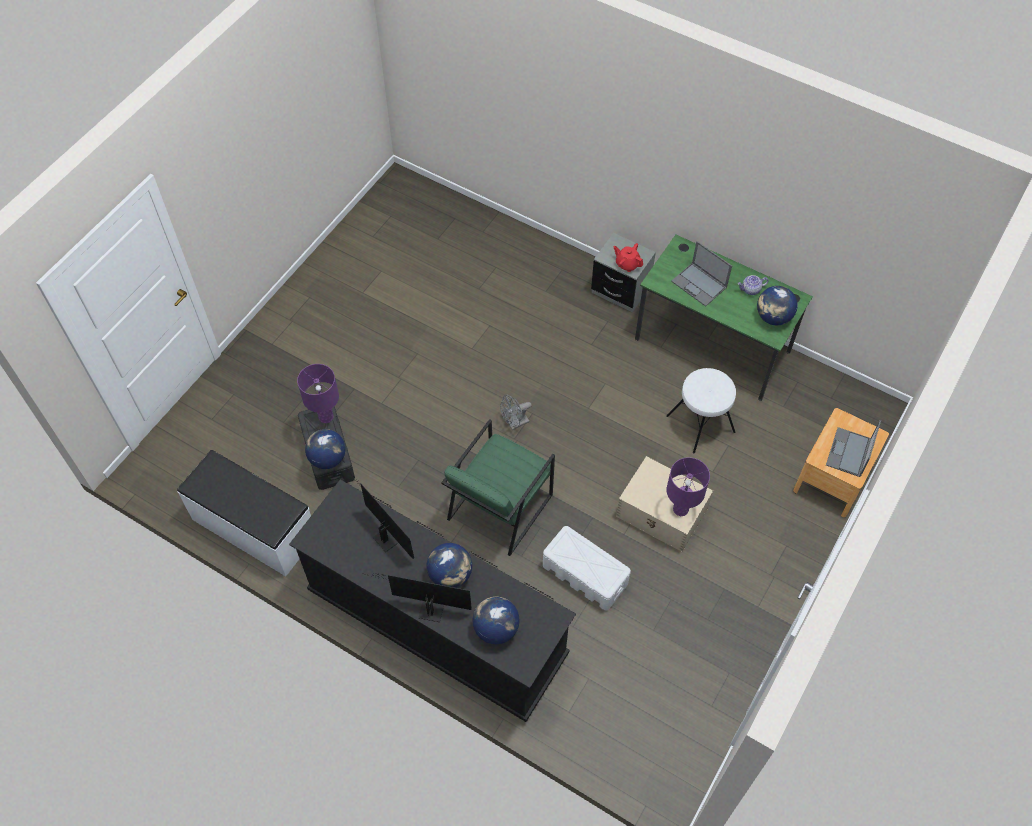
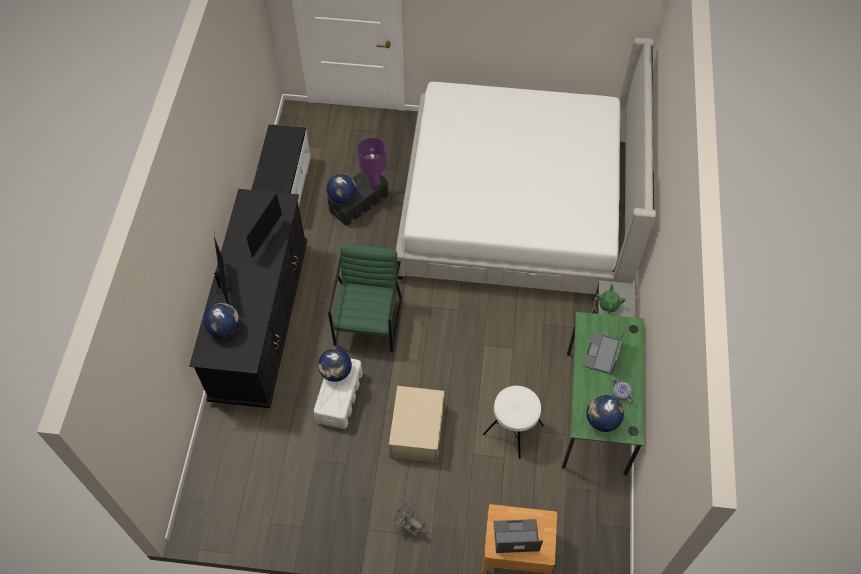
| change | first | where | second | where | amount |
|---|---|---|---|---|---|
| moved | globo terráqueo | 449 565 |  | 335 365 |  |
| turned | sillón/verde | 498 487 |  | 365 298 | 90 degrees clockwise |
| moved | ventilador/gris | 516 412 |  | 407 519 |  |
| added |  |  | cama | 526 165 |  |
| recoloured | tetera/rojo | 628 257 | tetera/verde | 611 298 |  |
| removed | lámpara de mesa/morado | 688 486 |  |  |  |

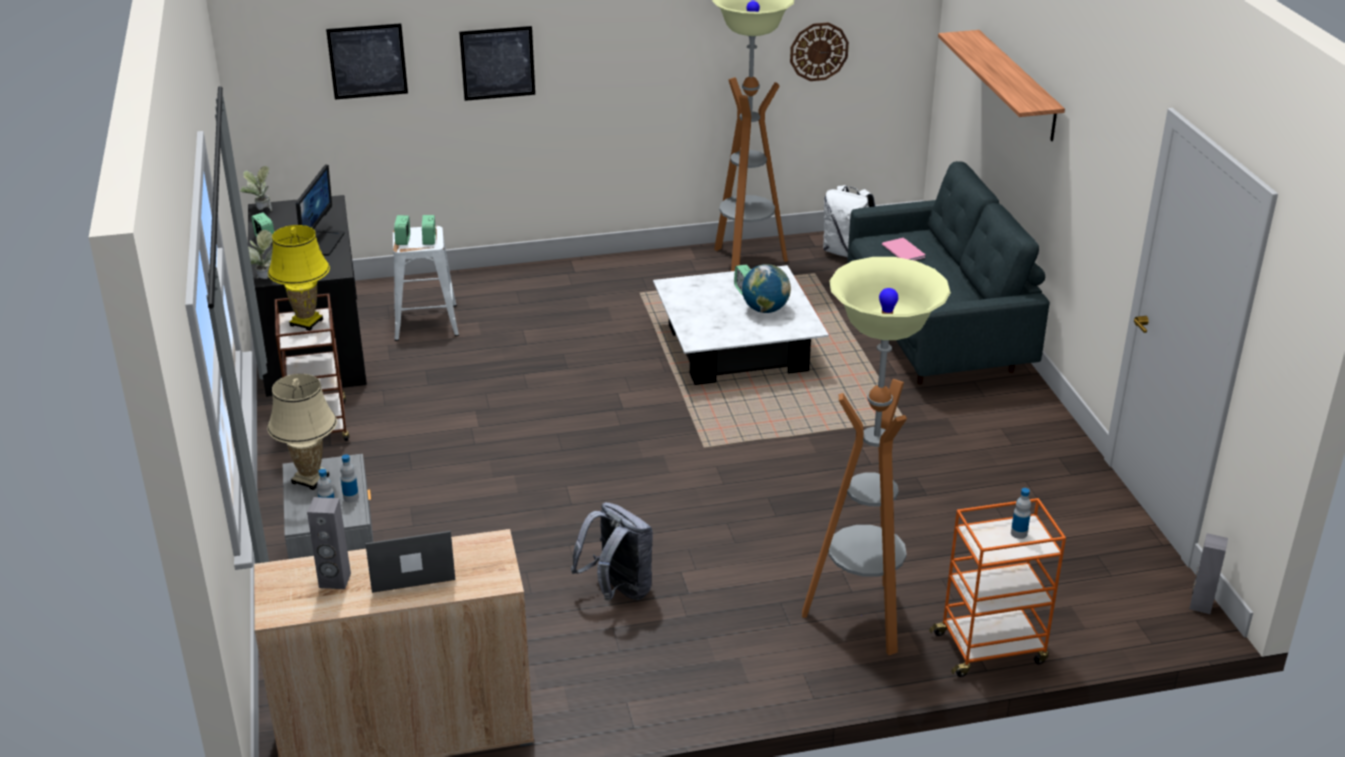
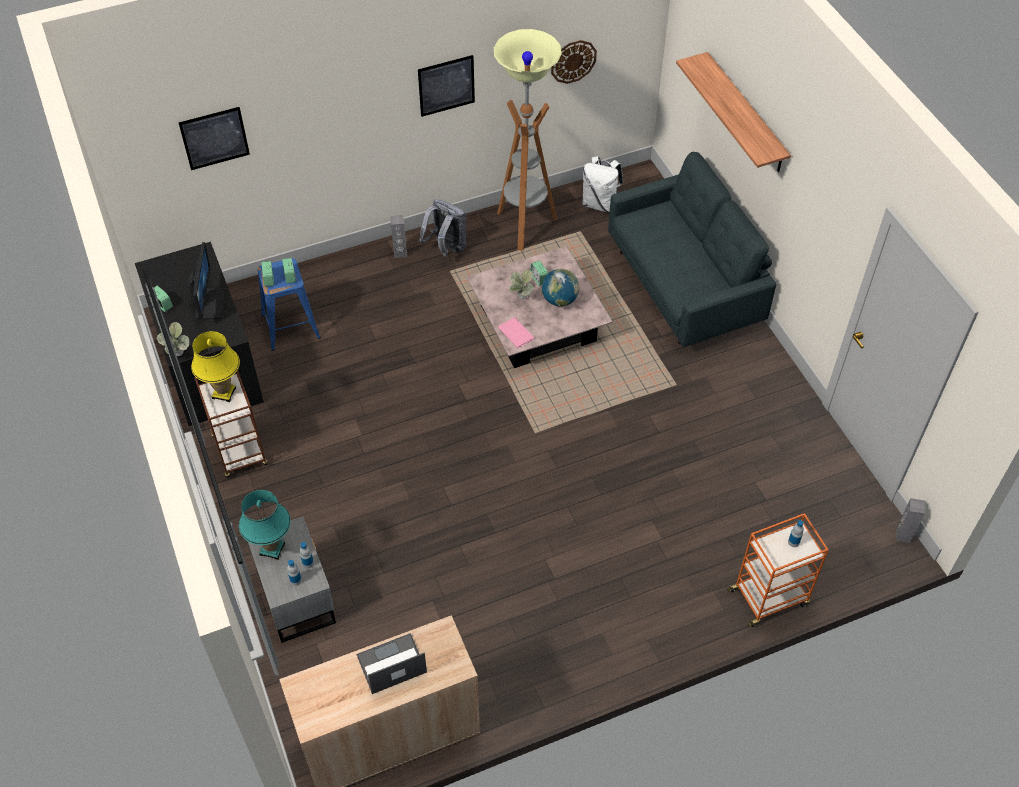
| change | first | where | second | where | amount |
|---|---|---|---|---|---|
| recoloured | lámpara de mesa/beis | 302 432 | lámpara de mesa/turquesa | 265 525 |  |
| recoloured | taburete/blanco | 426 283 | taburete/azul | 289 304 |  |
| moved | altavoz/gris | 329 543 |  | 398 236 |  |
| moved | cuadro | 497 63 |  | 446 86 |  |
| moved | mochila/gris | 612 551 |  | 442 228 |  |
| recoloured | mesa de centro/blanco | 741 325 | mesa de centro/rosa | 540 307 |  |
| moved | libro/rosa | 903 249 |  | 516 332 |  |
| moved | planta en maceta | 256 188 |  | 521 284 |  |
| removed | lámpara de pie | 876 456 |  |  |  |

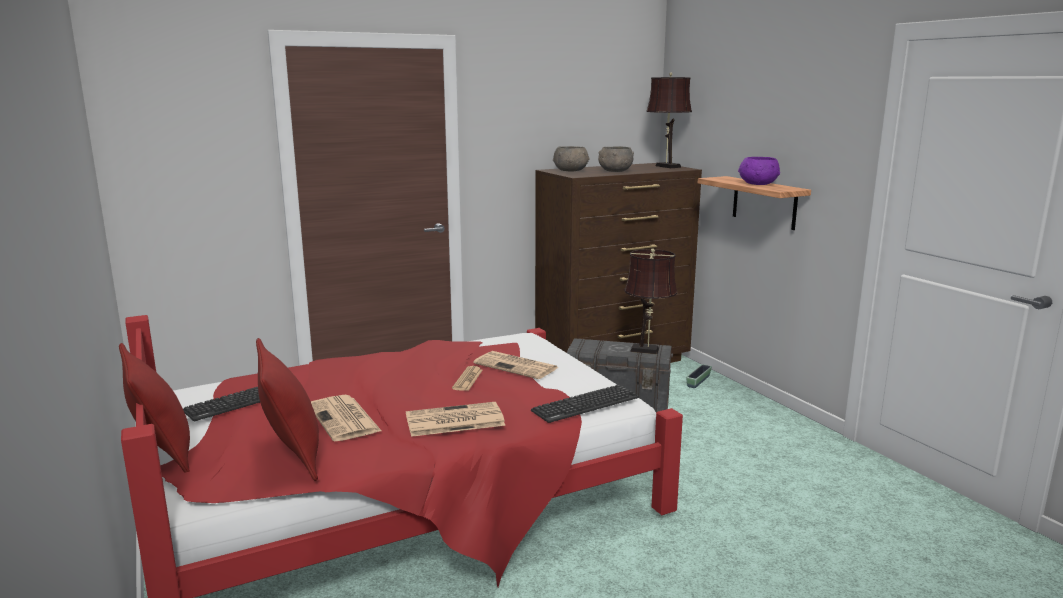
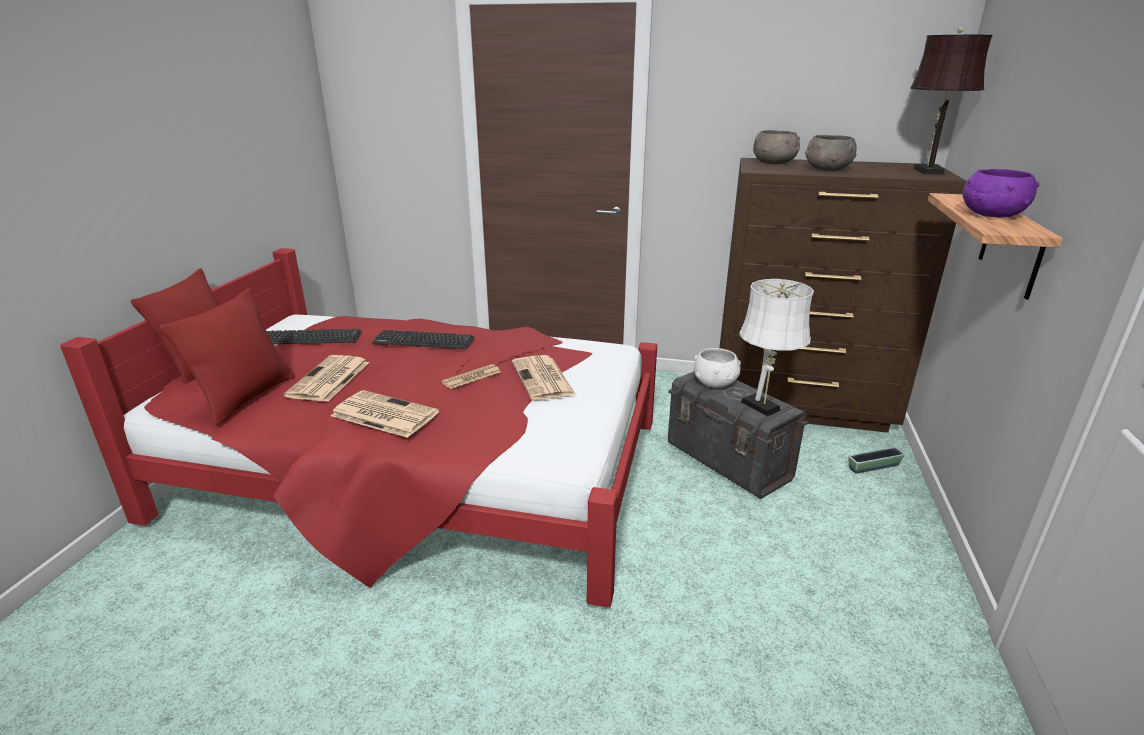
| change | first | where | second | where | amount |
|---|---|---|---|---|---|
| moved | teclado | 585 404 |  | 423 339 |  |
| added |  |  | cuenco/blanco | 717 368 |  |
| recoloured | lámpara de mesa/marrón | 651 301 | lámpara de mesa/blanco | 776 347 |  |

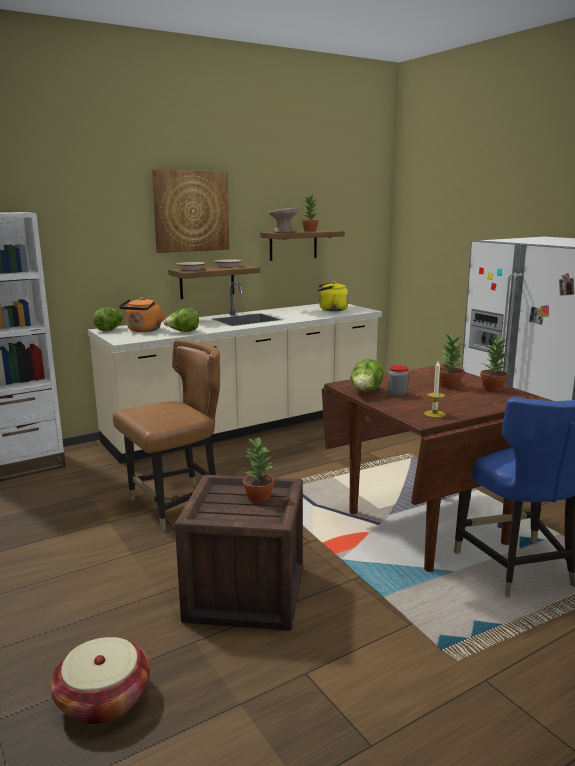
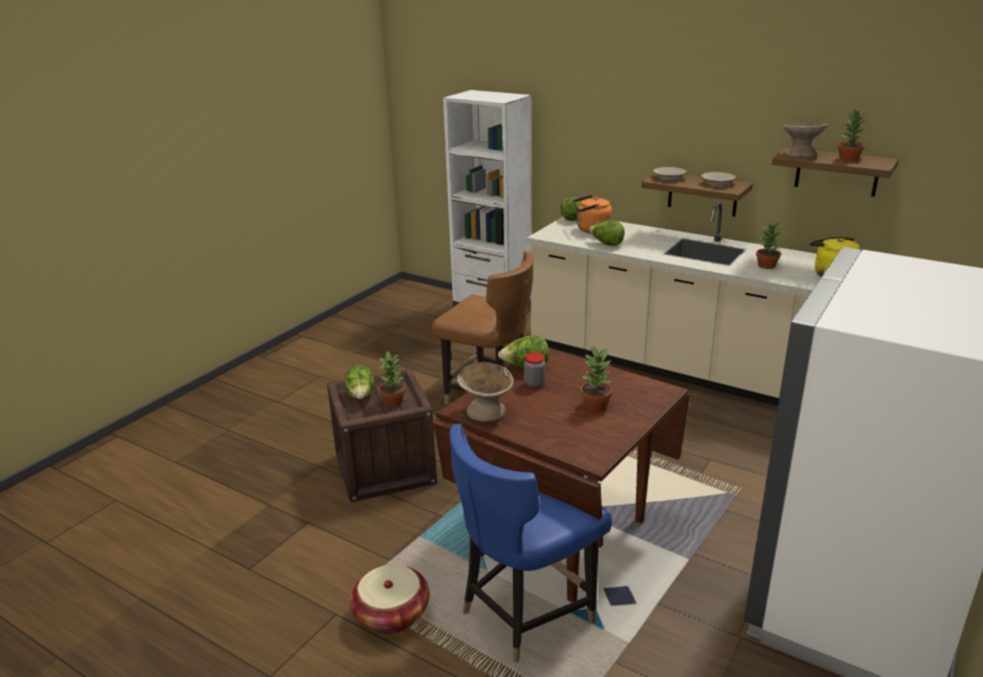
| change | first | where | second | where | amount |
|---|---|---|---|---|---|
| added |  |  | lechuga | 359 382 |  |
| moved | cesta | 100 681 |  | 390 599 |  |
| replaced | vela | 434 389 | cuenco/beis | 485 392 |  |
| moved | planta en maceta | 494 363 |  | 769 244 |  |
| removed | cuadro | 190 211 |  |  |  |

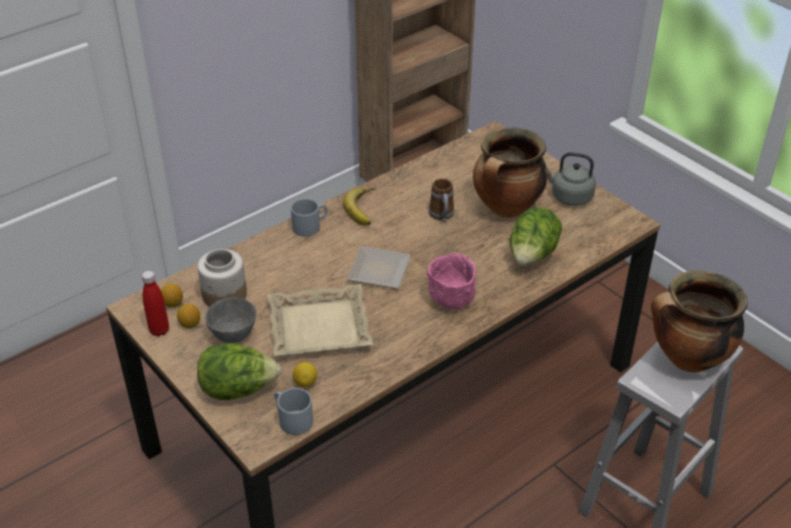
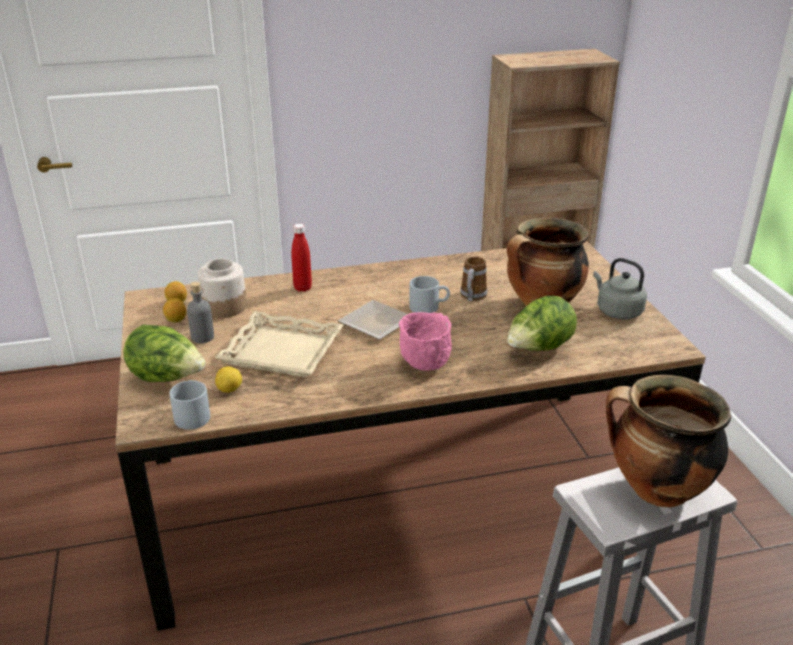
| change | first | where | second | where | amount |
|---|---|---|---|---|---|
| replaced | cuenco/gris | 231 320 | botella/gris | 200 312 |  |
| moved | botella/rojo | 155 303 |  | 301 258 |  |
| moved | taza grande/gris | 309 218 |  | 429 294 |  |
| removed | plátano | 359 207 |  |  |  |

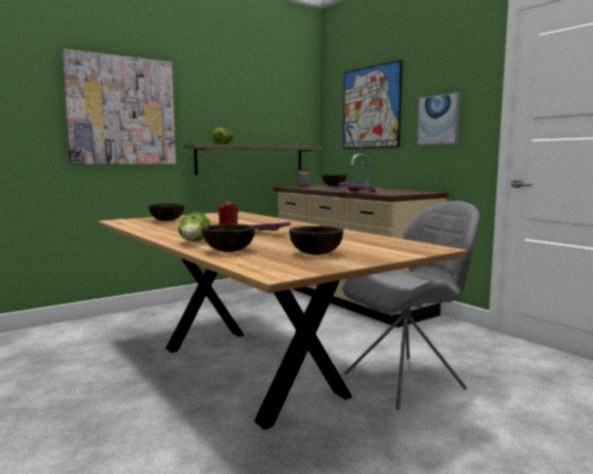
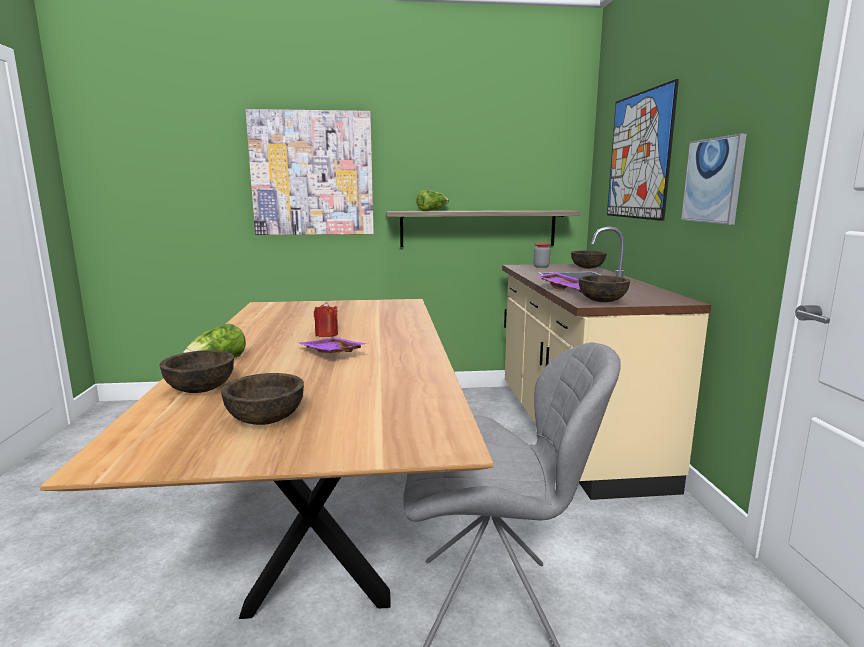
| change | first | where | second | where | amount |
|---|---|---|---|---|---|
| moved | cuenco/marrón | 166 212 |  | 604 288 |  |

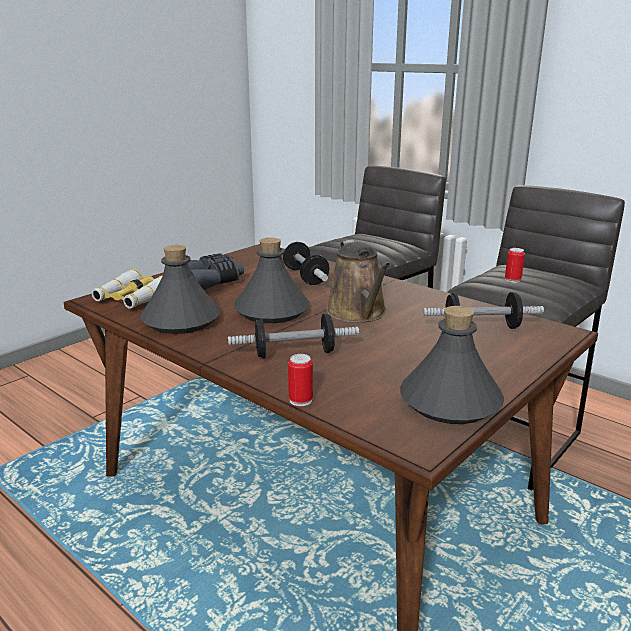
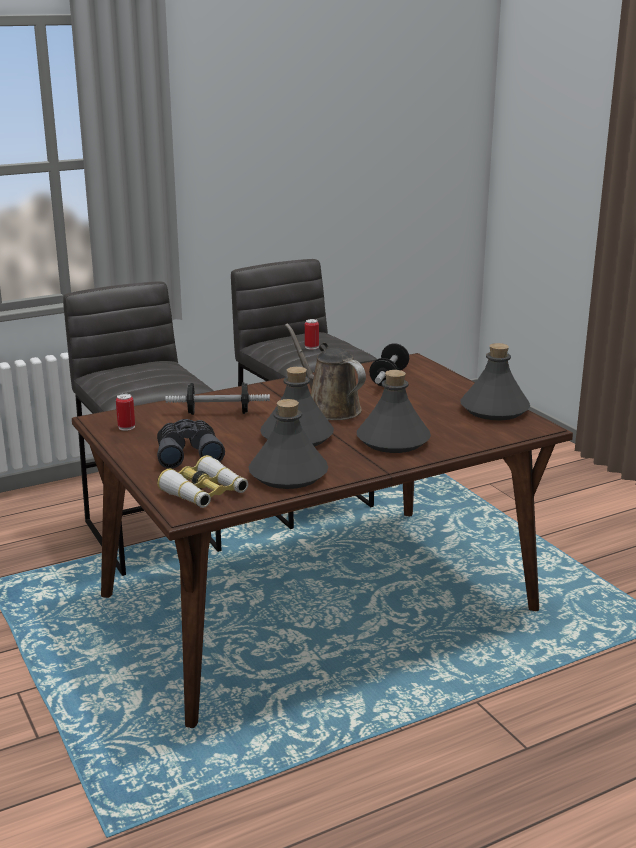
| change | first | where | second | where | amount |
|---|---|---|---|---|---|
| moved | lata | 300 380 |  | 125 412 |  |
| turned | regadera/marrón | 358 281 |  | 325 371 | 135 degrees counterclockwise |
| replaced | mancuerna | 293 336 | botella/gris | 394 411 |  |

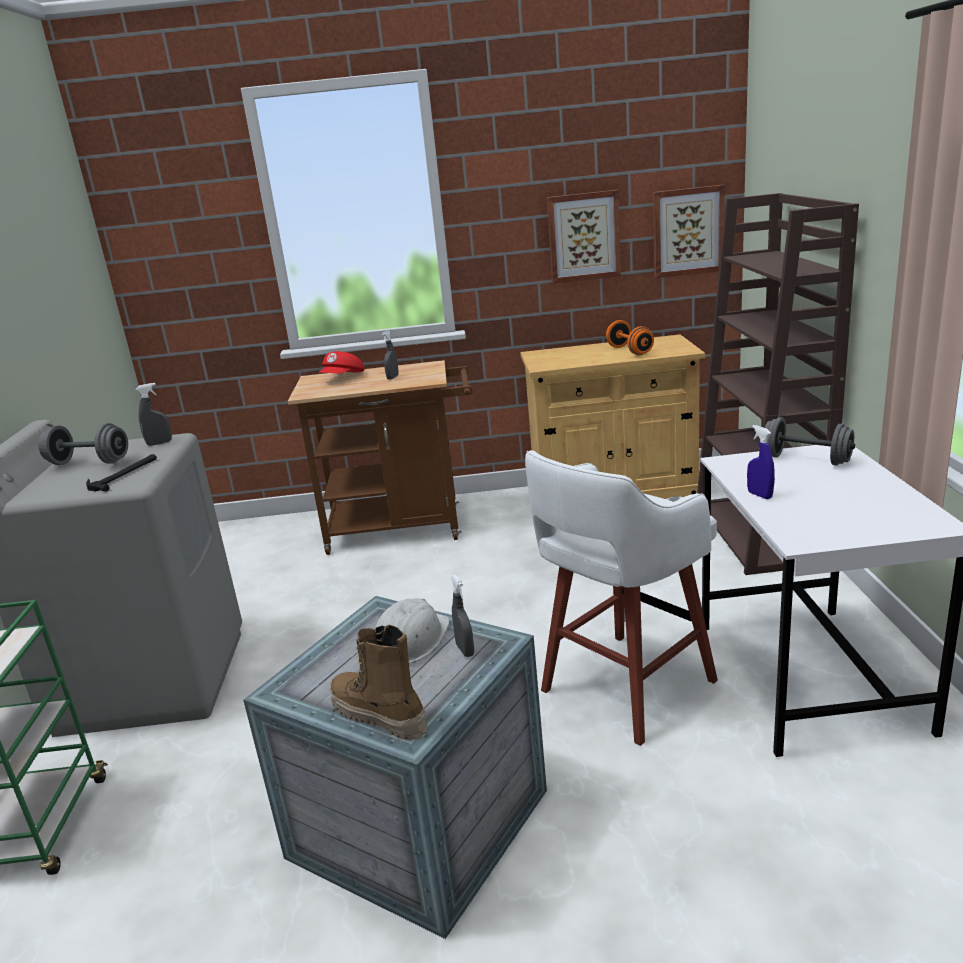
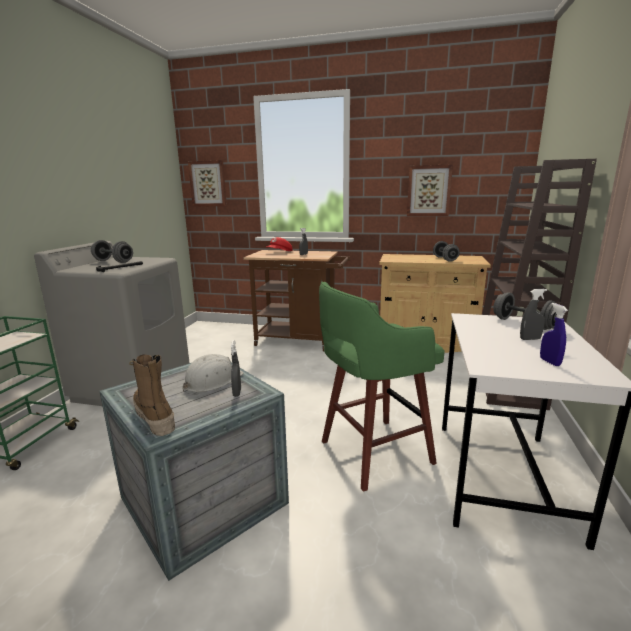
| change | first | where | second | where | amount |
|---|---|---|---|---|---|
| moved | cuadro | 689 231 |  | 207 183 |  |
| recoloured | taburete/blanco | 621 598 | taburete/verde | 382 387 |  |
| recoloured | mancuerna/naranja | 630 337 | mancuerna/gris | 446 251 |  |
| moved | pulverizador/gris | 154 414 |  | 533 314 |  |
| moved | pulverizador/azul | 761 462 |  | 554 334 |  |

